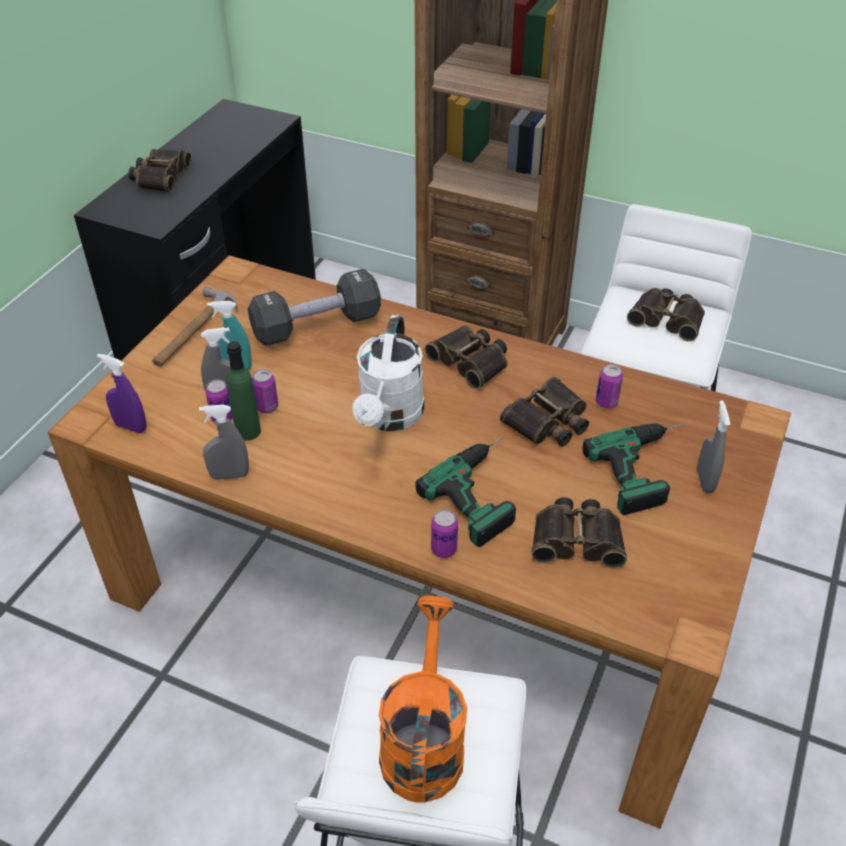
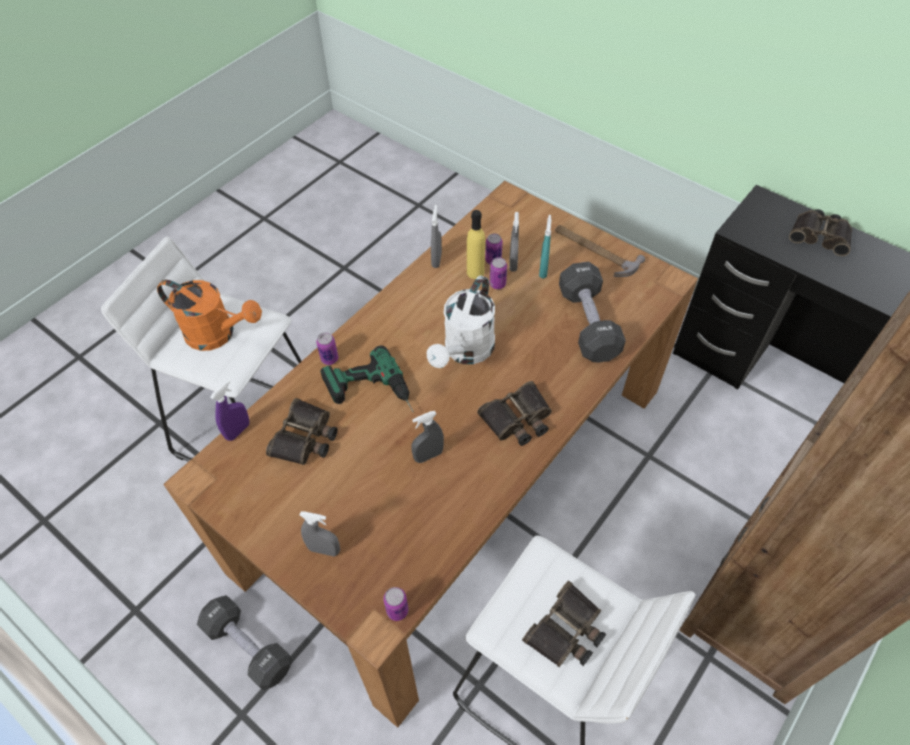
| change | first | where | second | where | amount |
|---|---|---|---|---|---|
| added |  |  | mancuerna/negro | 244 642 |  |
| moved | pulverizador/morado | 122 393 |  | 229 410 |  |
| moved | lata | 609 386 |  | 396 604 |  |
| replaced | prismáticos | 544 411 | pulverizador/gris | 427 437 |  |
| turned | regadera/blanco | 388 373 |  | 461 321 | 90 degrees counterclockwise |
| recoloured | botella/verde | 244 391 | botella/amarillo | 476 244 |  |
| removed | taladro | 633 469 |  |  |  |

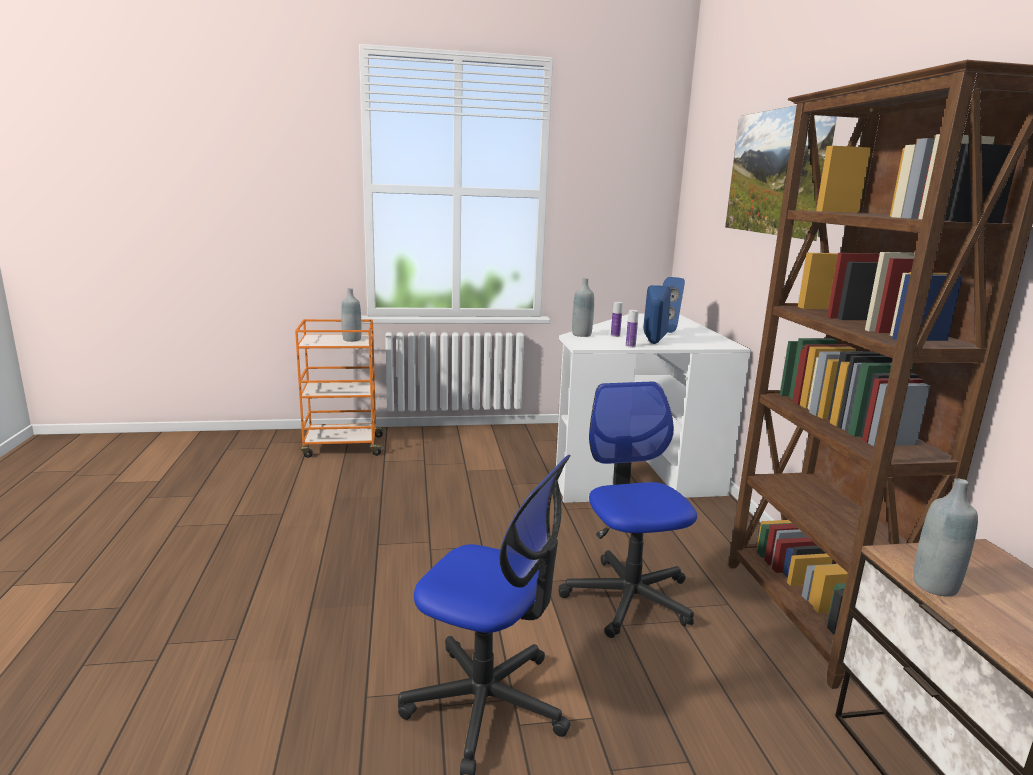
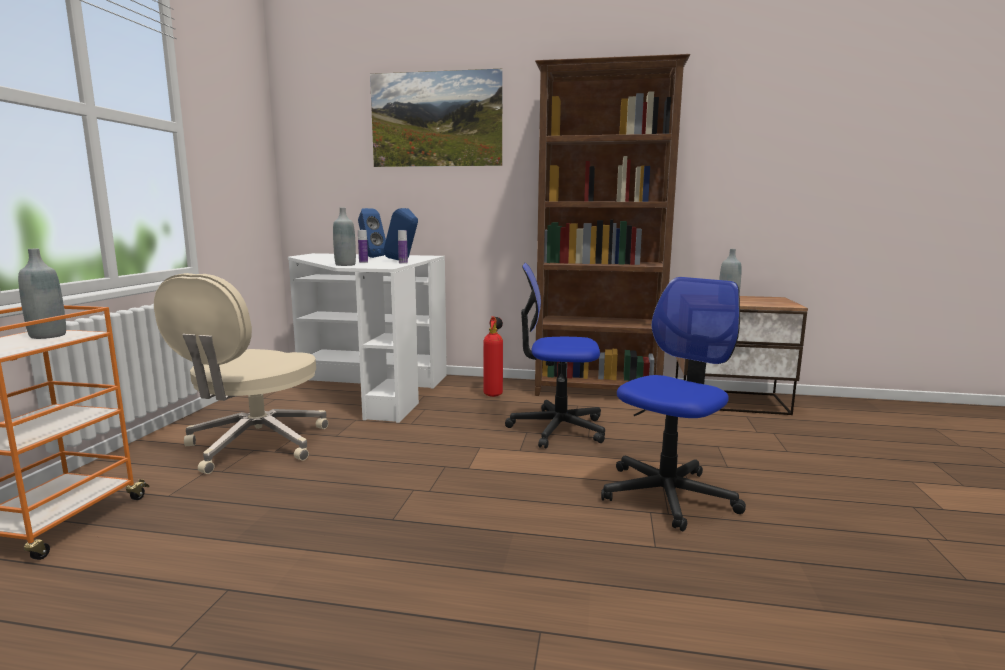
| change | first | where | second | where | amount |
|---|---|---|---|---|---|
| added |  |  | silla de oficina/beis | 241 373 |  |
| added |  |  | extintor | 493 356 |  |

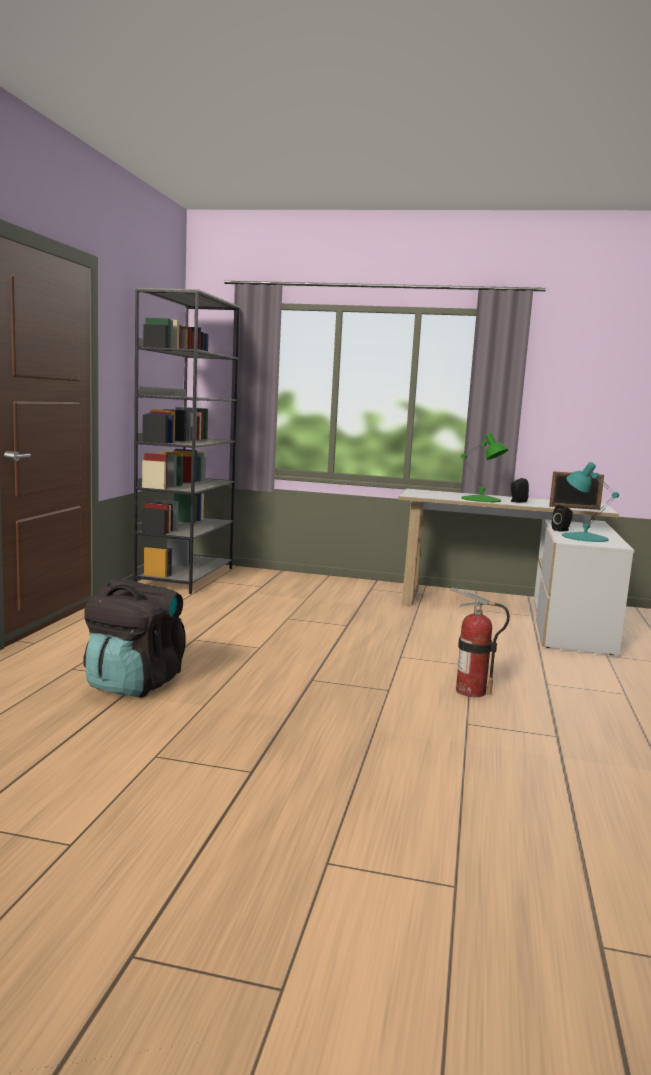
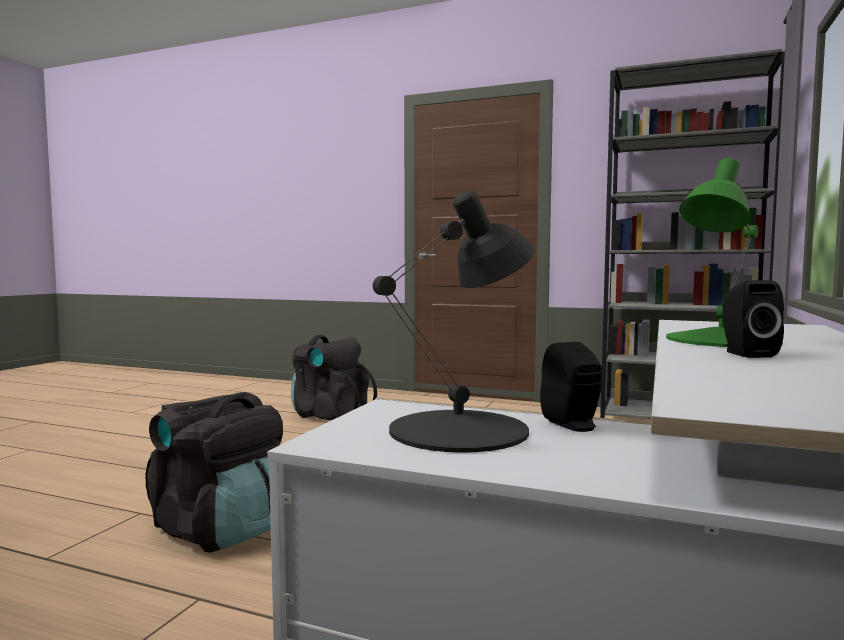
| change | first | where | second | where | amount |
|---|---|---|---|---|---|
| replaced | extintor | 480 642 | mochila/negro | 214 472 |  |
| recoloured | lámpara de mesa/turquesa | 590 502 | lámpara de mesa/negro | 454 321 |  |
| removed | portarretratos | 576 490 |  |  |  |

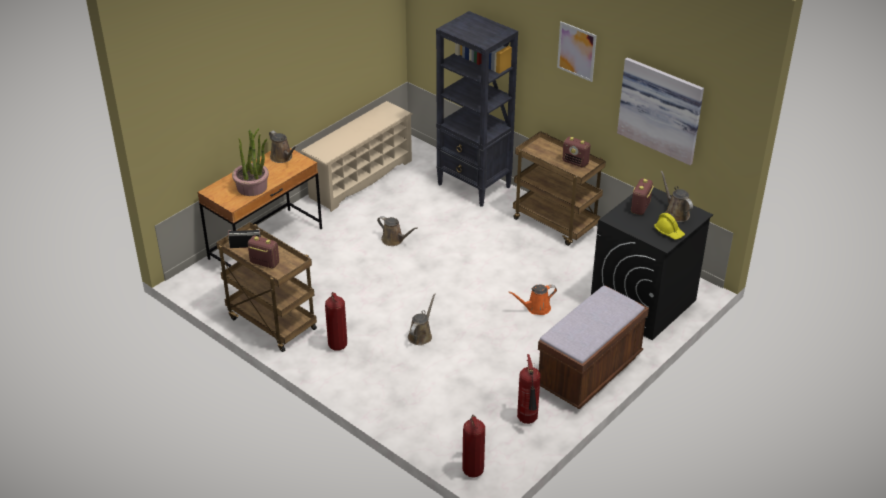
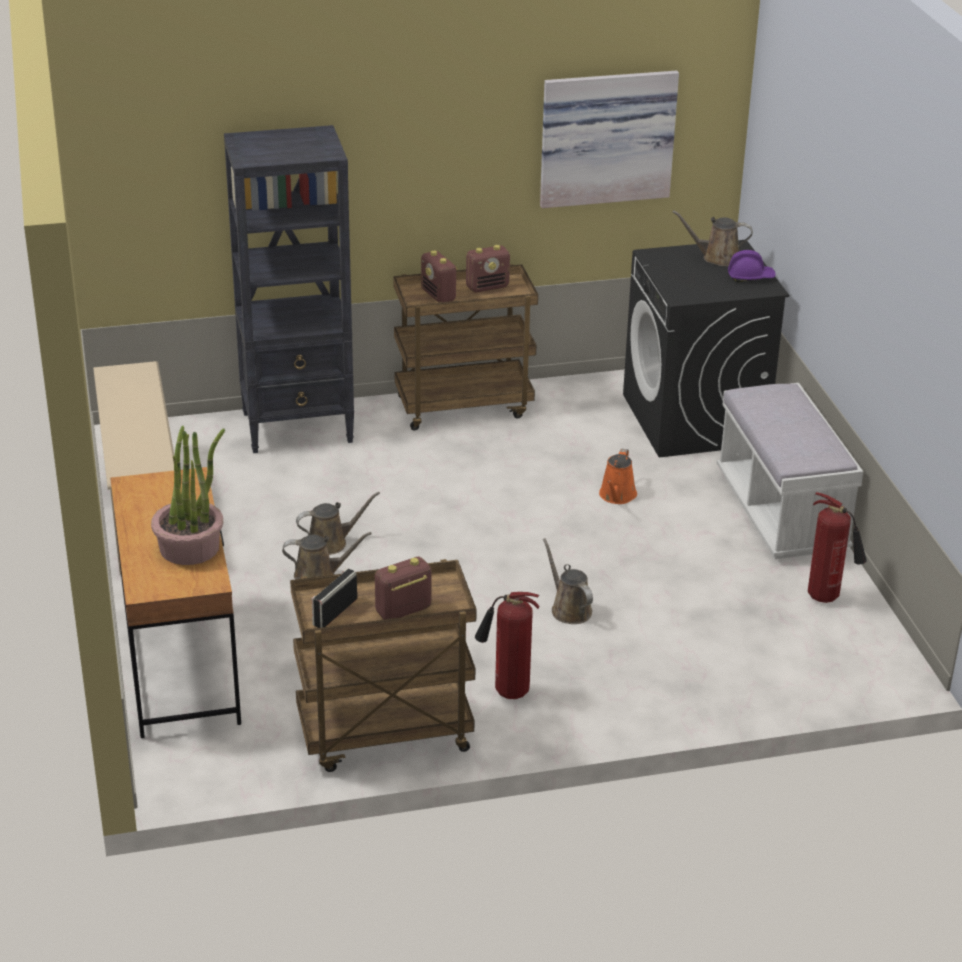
| change | first | where | second | where | amount |
|---|---|---|---|---|---|
| moved | regadera/marrón | 283 147 |  | 327 555 |  |
| moved | radio | 642 196 |  | 439 276 |  |
| recoloured | banco/marrón | 593 347 | banco/blanco | 790 471 |  |
| recoloured | casco/amarillo | 669 226 | casco/morado | 752 266 |  |
| removed | extintor | 473 446 |  |  |  |
| removed | cuadro | 577 51 |  |  |  |

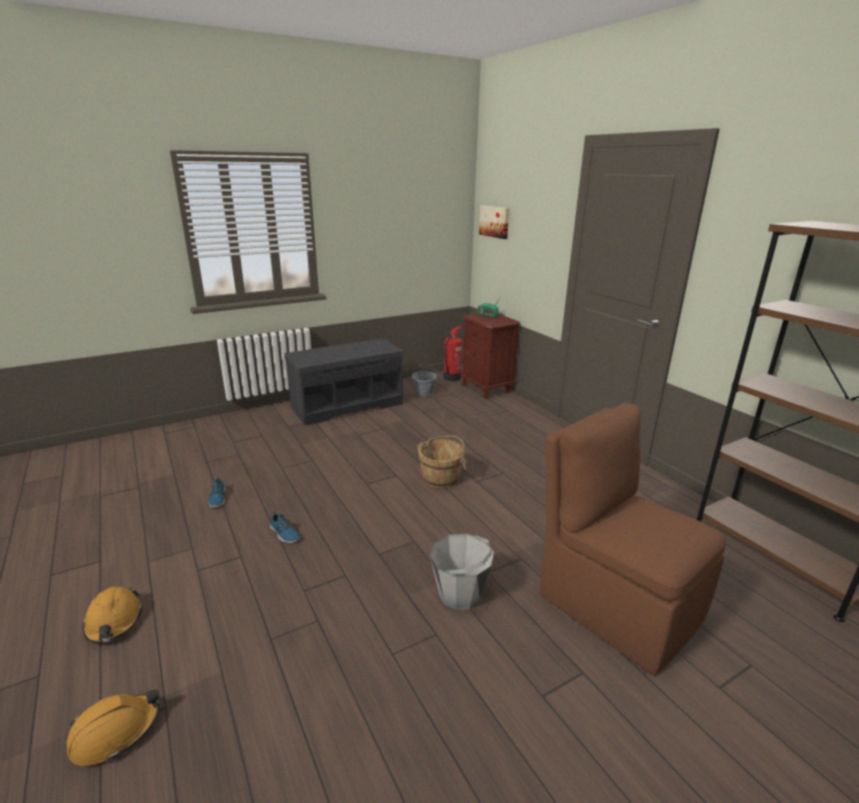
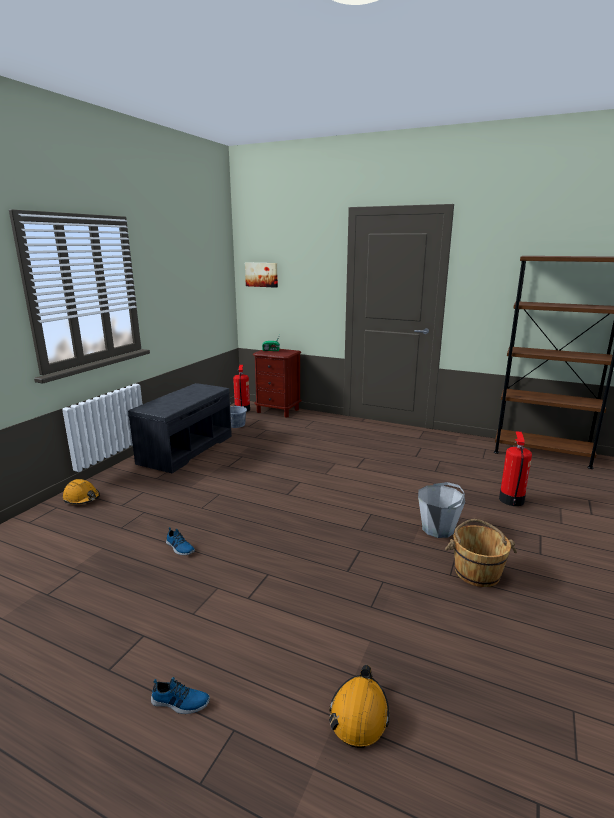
| change | first | where | second | where | amount |
|---|---|---|---|---|---|
| moved | casco/naranja | 113 615 |  | 81 492 |  |
| moved | zapato | 285 527 |  | 180 695 |  |
| moved | cubo/marrón | 442 461 |  | 481 553 |  |
| replaced | silla/marrón | 633 539 | extintor | 515 468 |  |

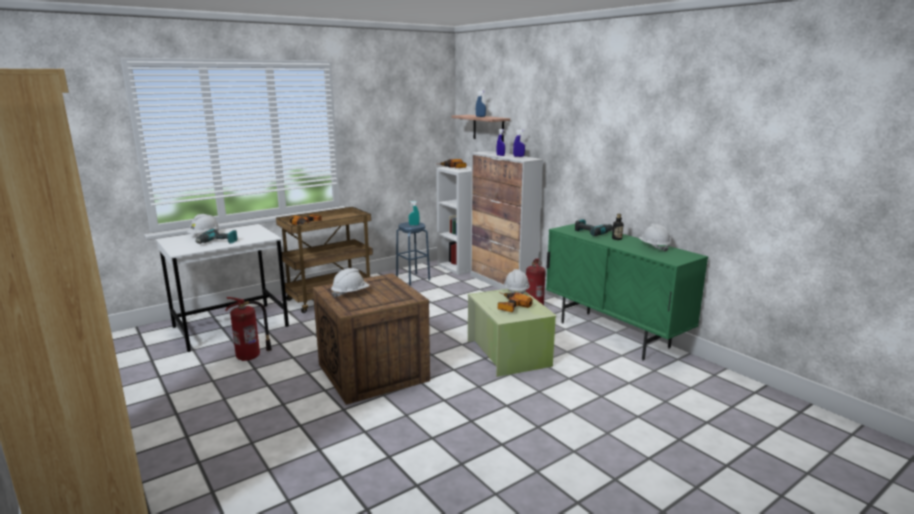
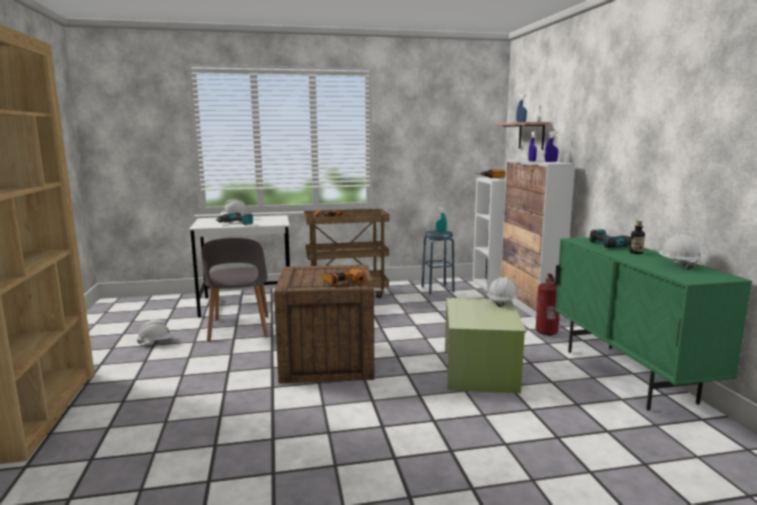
| change | first | where | second | where | amount |
|---|---|---|---|---|---|
| moved | casco/blanco | 350 283 |  | 155 332 |  |
| replaced | extintor | 248 329 | silla/gris | 235 289 |  |
| moved | taladro | 515 302 |  | 344 275 |  |

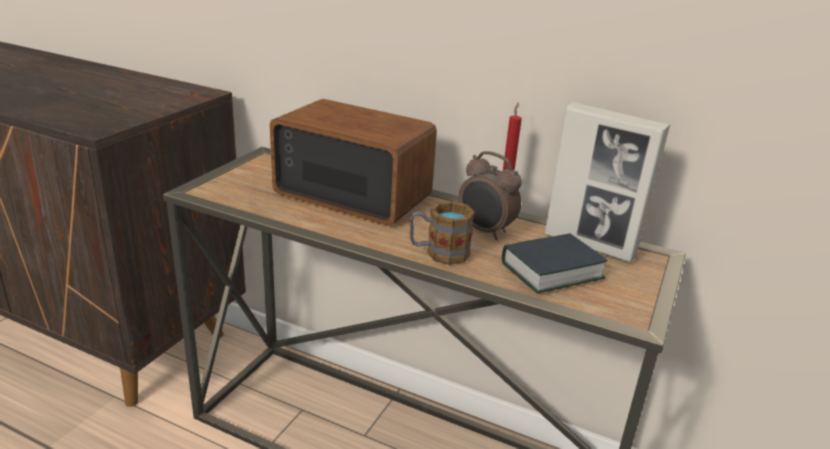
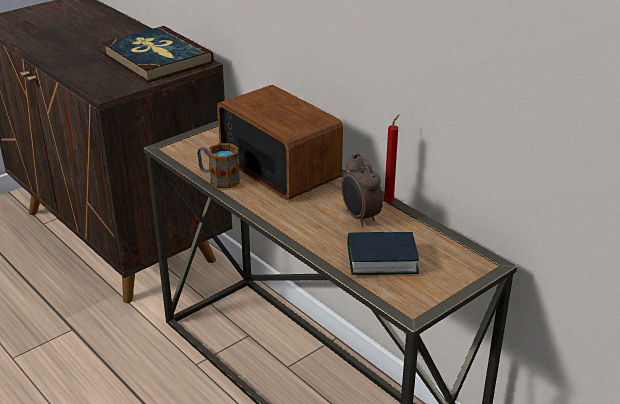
| change | first | where | second | where | amount |
|---|---|---|---|---|---|
| added |  |  | libro | 158 54 |  |
| moved | taza grande | 442 233 |  | 218 165 |  |
| removed | portarretratos | 607 182 |  |  |  |

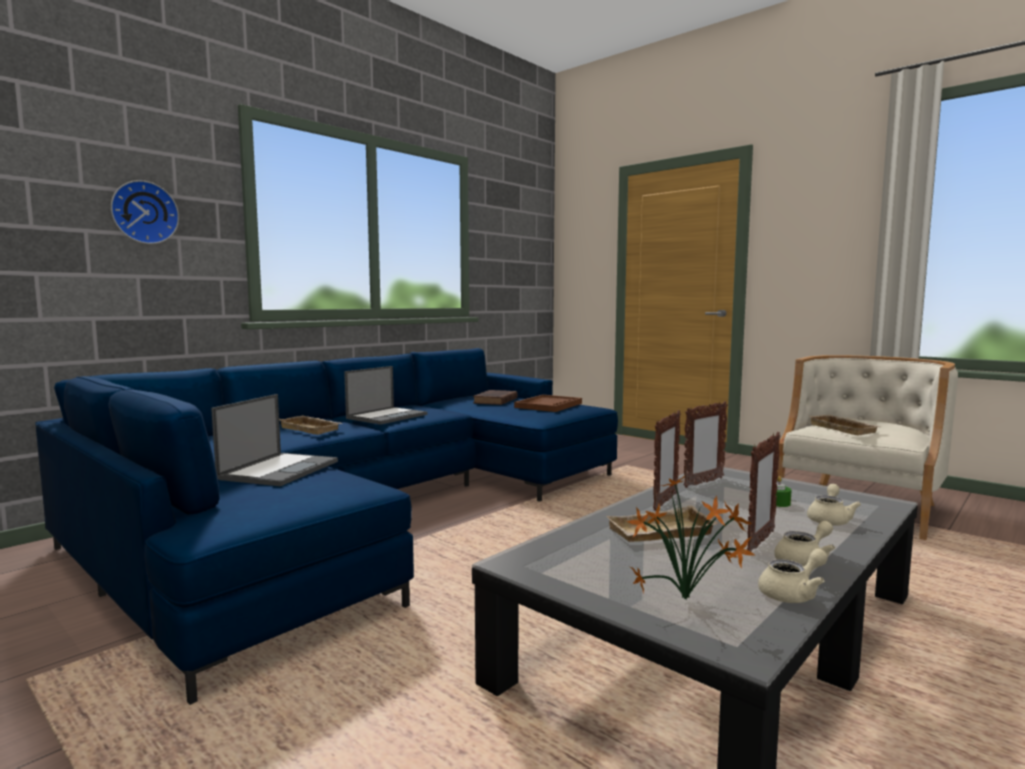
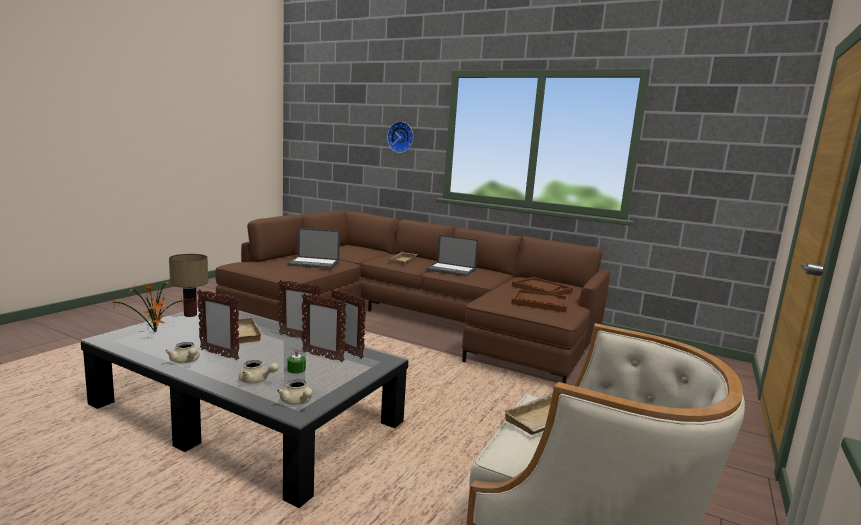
| change | first | where | second | where | amount |
|---|---|---|---|---|---|
| added |  |  | lámpara de mesa | 188 285 |  |
| recoloured | sofá/azul | 326 526 | sofá/marrón | 412 297 |  |
| moved | tetera/beis | 793 576 |  | 295 392 |  |
| added |  |  | portarretratos | 324 327 |  |
| replaced | libro/marrón | 495 397 | bandeja/marrón | 542 286 |  |

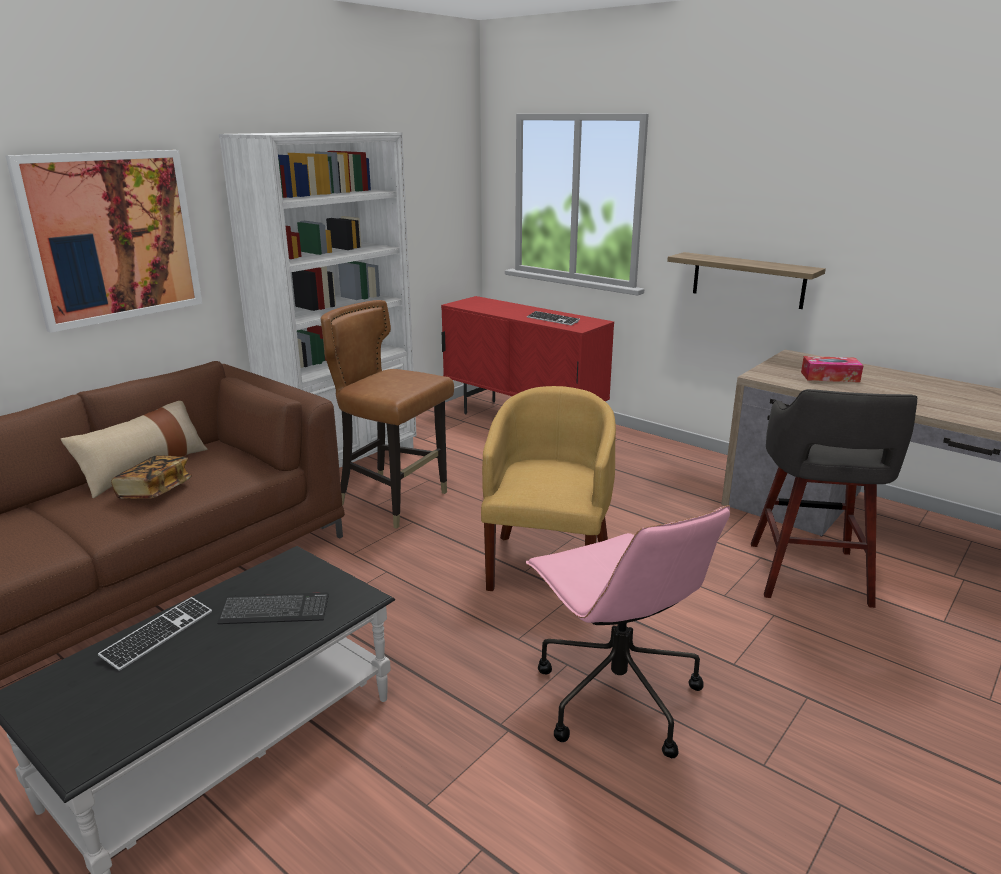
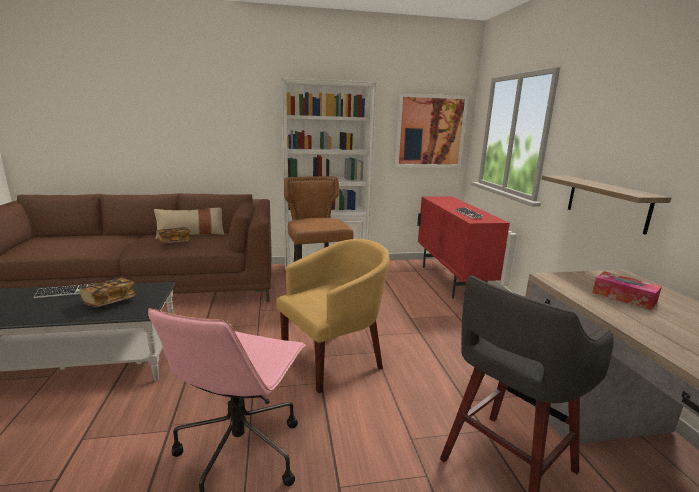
| change | first | where | second | where | amount |
|---|---|---|---|---|---|
| replaced | teclado | 273 608 | libro | 107 292 |  |
| moved | cuadro | 103 241 |  | 432 130 |  |

